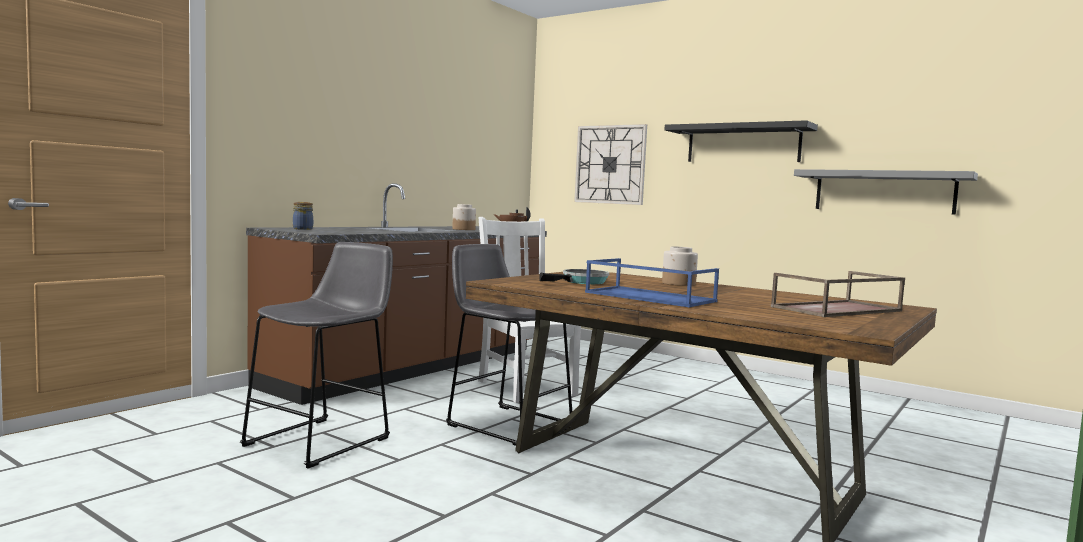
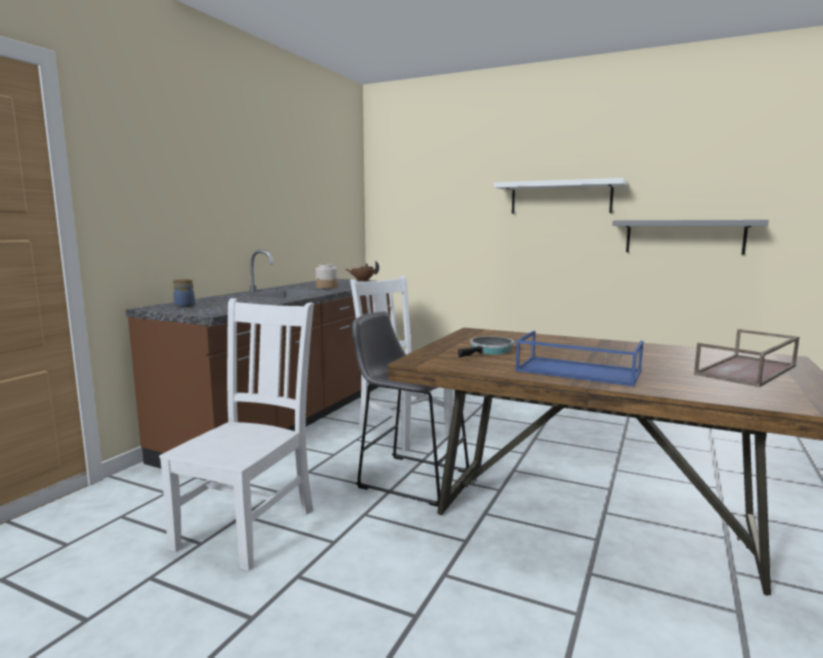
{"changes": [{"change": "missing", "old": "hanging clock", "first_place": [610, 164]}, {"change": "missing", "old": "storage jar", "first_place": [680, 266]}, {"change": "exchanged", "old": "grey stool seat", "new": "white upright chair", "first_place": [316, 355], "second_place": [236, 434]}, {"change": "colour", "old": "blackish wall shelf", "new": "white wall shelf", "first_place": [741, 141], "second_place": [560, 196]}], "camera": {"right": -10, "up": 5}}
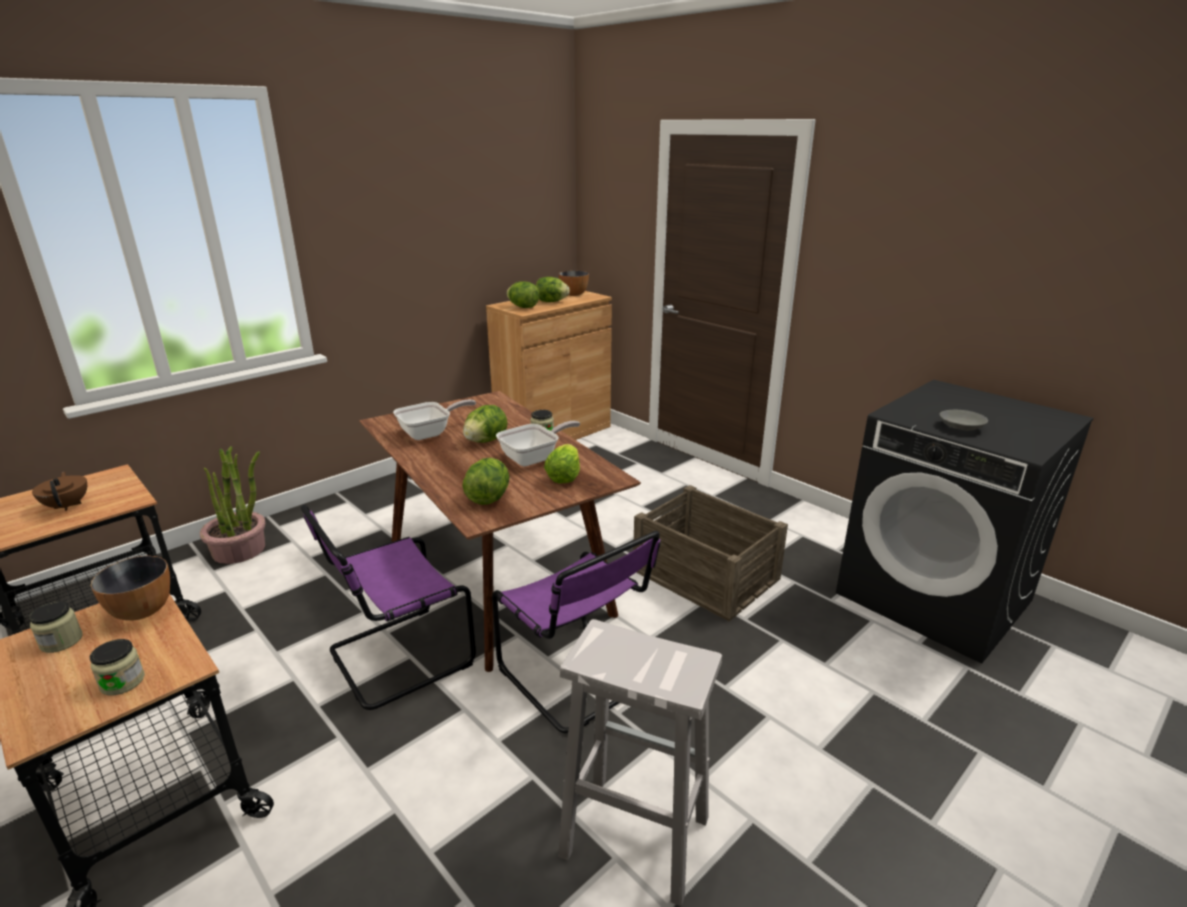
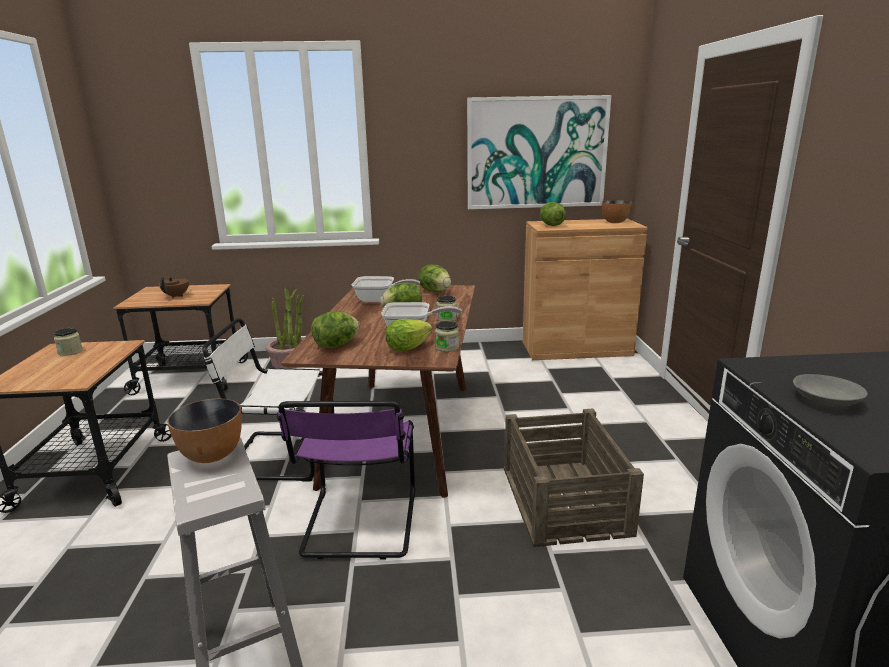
{"changes": [{"change": "appeared", "new": "picture", "second_place": [539, 152]}, {"change": "relocated", "old": "bowl", "first_place": [130, 588], "second_place": [204, 430]}, {"change": "relocated", "old": "storage jar", "first_place": [117, 667], "second_place": [447, 336]}, {"change": "relocated", "old": "lettuce", "first_place": [553, 289], "second_place": [434, 278]}, {"change": "colour", "old": "purple-coloured upright chair", "new": "white upright chair", "first_place": [388, 607], "second_place": [268, 400]}], "camera": {"right": 40, "up": -5}}
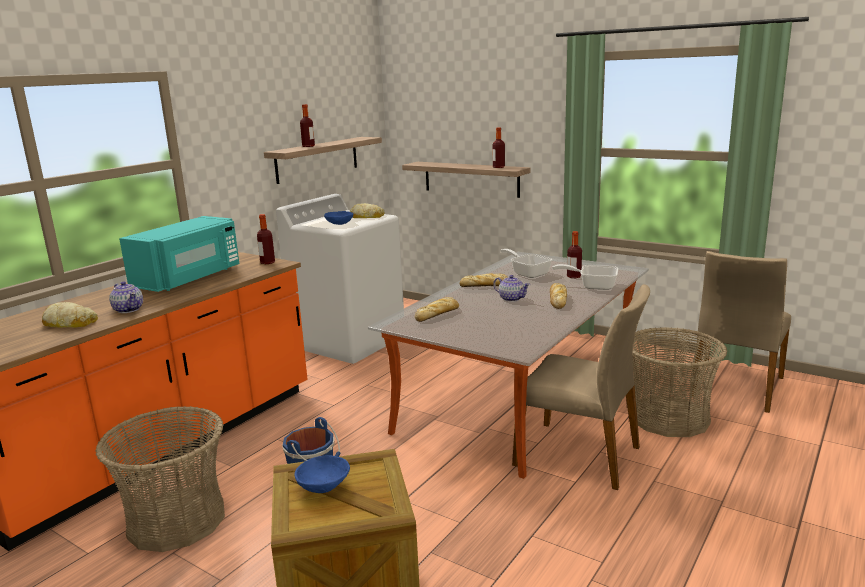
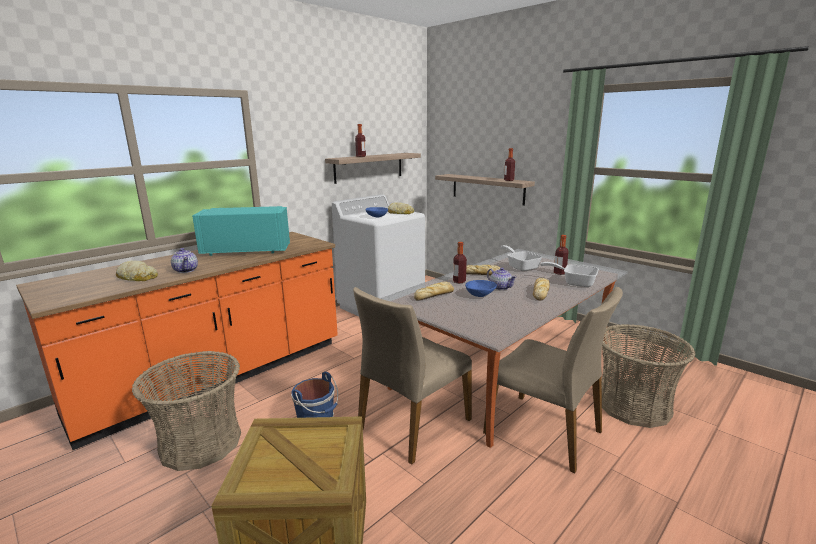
{"changes": [{"change": "relocated", "old": "beverage bottle", "first_place": [266, 239], "second_place": [460, 262]}, {"change": "relocated", "old": "blue-coloured bowl", "first_place": [322, 474], "second_place": [481, 288]}, {"change": "relocated", "old": "sand-coloured upright chair", "first_place": [741, 332], "second_place": [412, 375]}, {"change": "spun", "old": "turquoise microwave oven", "first_place": [179, 254], "second_place": [241, 231], "degrees": -135}], "camera": {"right": 10, "up": 0}}
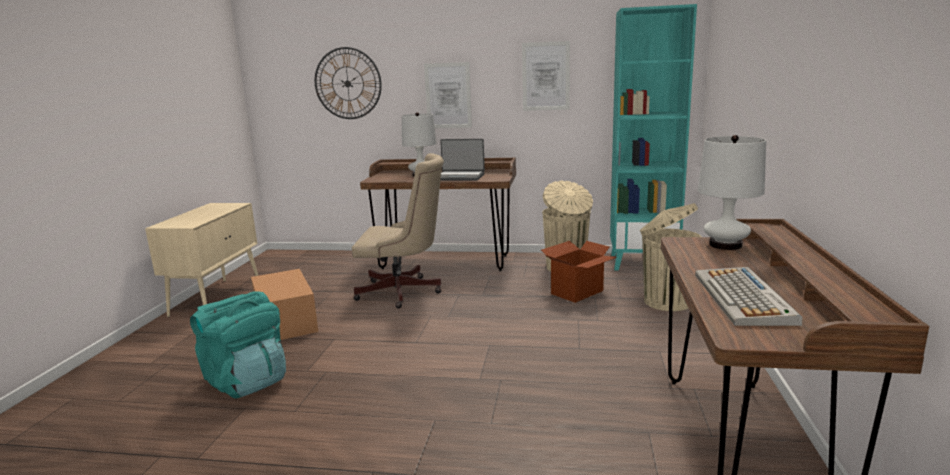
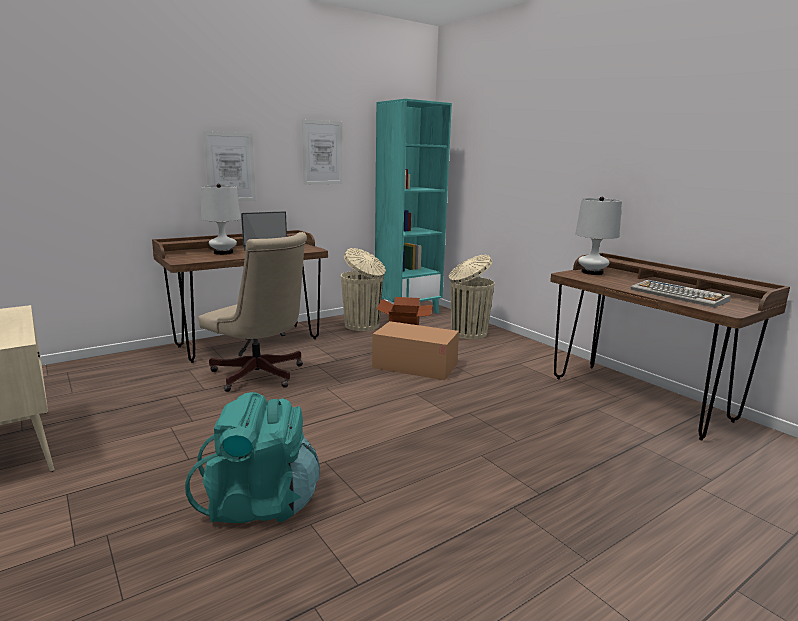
{"changes": [{"change": "missing", "old": "hanging clock", "first_place": [348, 83]}, {"change": "relocated", "old": "cardboard box", "first_place": [284, 304], "second_place": [415, 350]}, {"change": "spun", "old": "sand-coloured computer chair", "first_place": [398, 230], "second_place": [252, 312], "degrees": 75}], "camera": {"right": -45, "up": 0}}
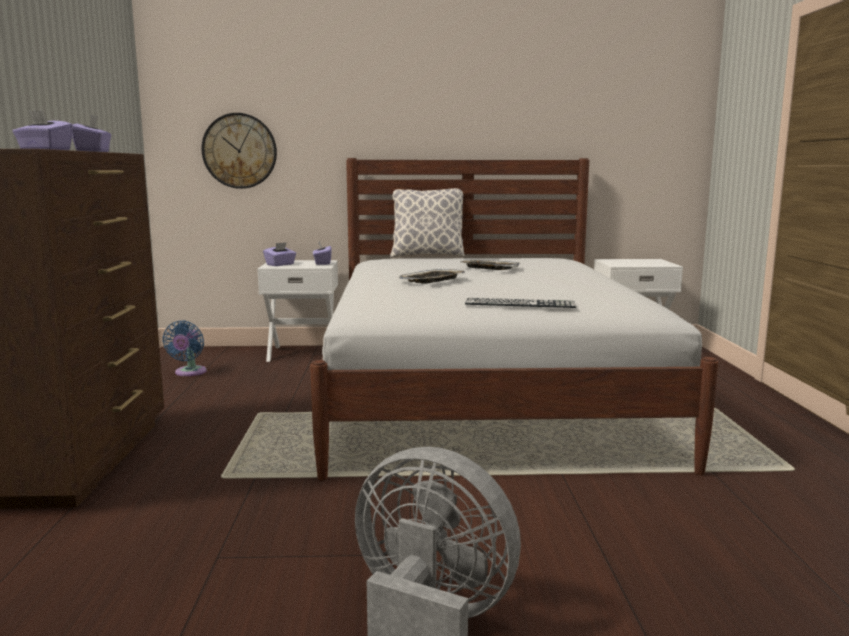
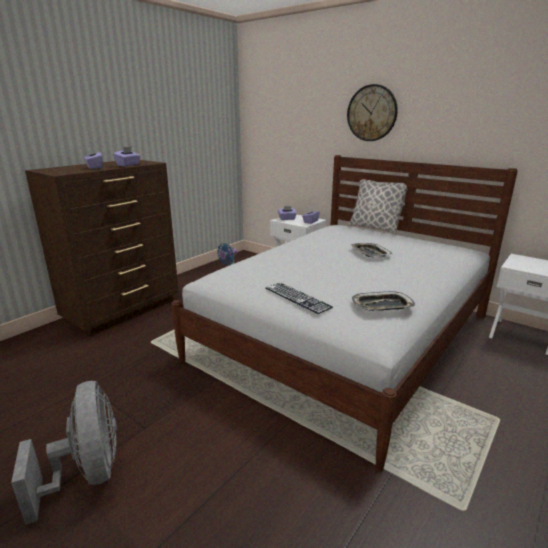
{"changes": [{"change": "relocated", "old": "hanging clock", "first_place": [239, 151], "second_place": [372, 112]}, {"change": "relocated", "old": "carrying tray", "first_place": [432, 276], "second_place": [383, 301]}], "camera": {"right": 40, "up": 10}}
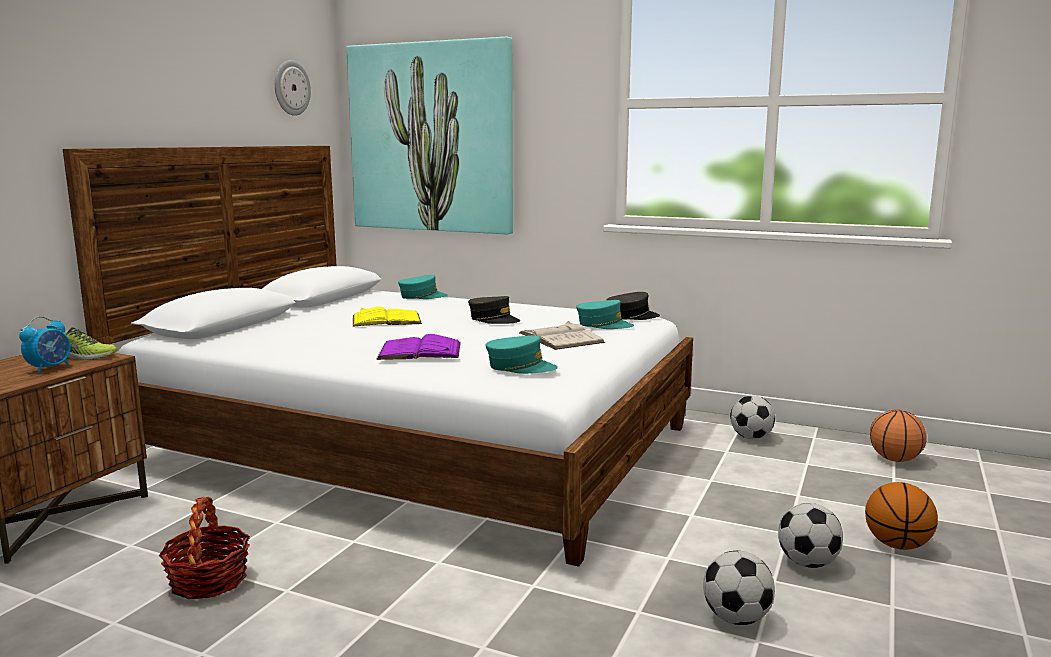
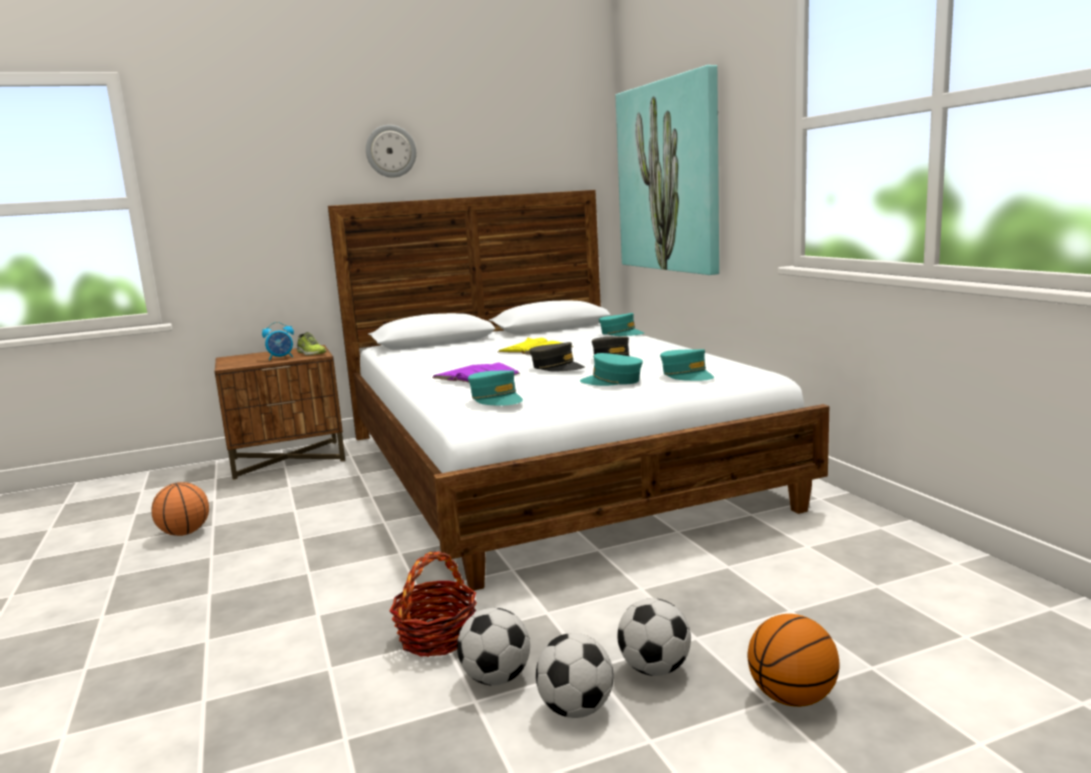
{"changes": [{"change": "relocated", "old": "basket", "first_place": [204, 548], "second_place": [433, 604]}, {"change": "relocated", "old": "hanging clock", "first_place": [293, 88], "second_place": [391, 151]}, {"change": "relocated", "old": "grey baseball cap", "first_place": [633, 306], "second_place": [556, 356]}, {"change": "relocated", "old": "football", "first_place": [752, 417], "second_place": [575, 675]}, {"change": "relocated", "old": "basketball", "first_place": [898, 436], "second_place": [180, 509]}, {"change": "exchanged", "old": "white book", "new": "turquoise baseball cap", "first_place": [562, 335], "second_place": [611, 369]}], "camera": {"right": 45, "up": 0}}
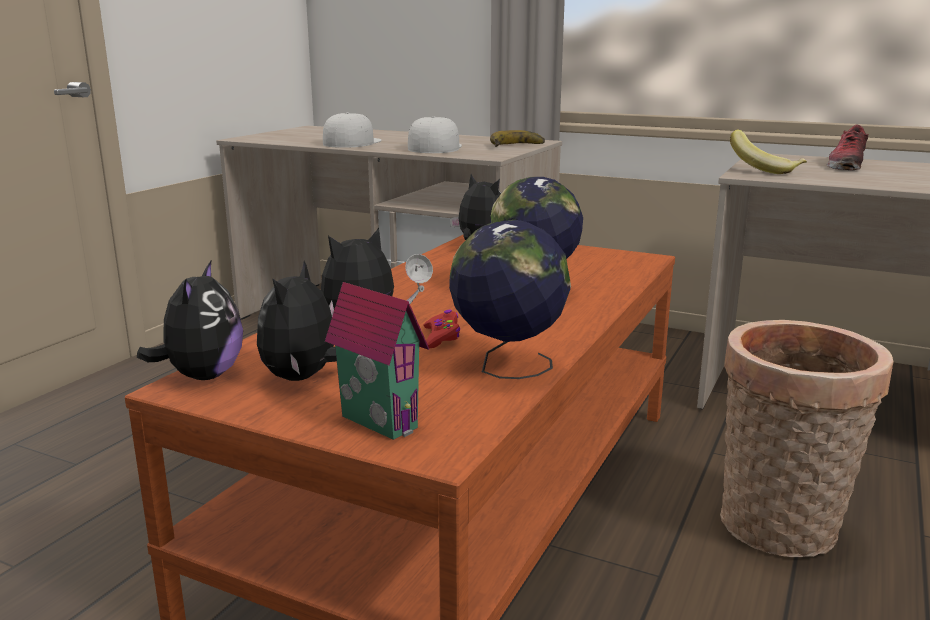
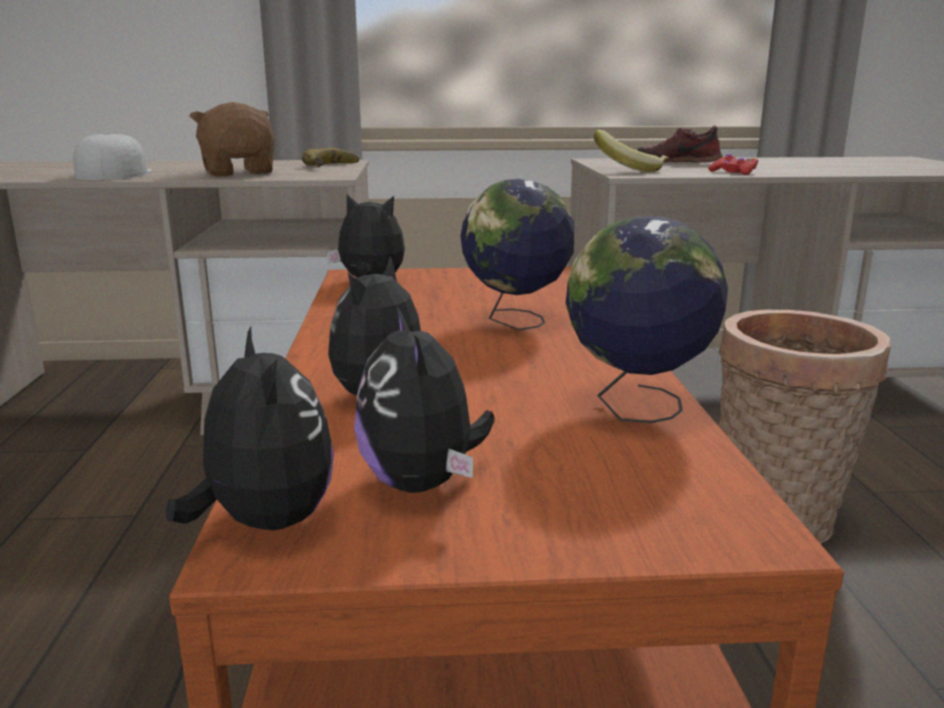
{"changes": [{"change": "missing", "old": "toy house", "first_place": [379, 347]}, {"change": "relocated", "old": "red gamepad", "first_place": [441, 328], "second_place": [733, 164]}, {"change": "exchanged", "old": "white baseball cap", "new": "brownish plush toy", "first_place": [435, 134], "second_place": [232, 139]}, {"change": "spun", "old": "low shoe", "first_place": [847, 147], "second_place": [680, 144], "degrees": 105}], "camera": {"right": -30, "up": 0}}
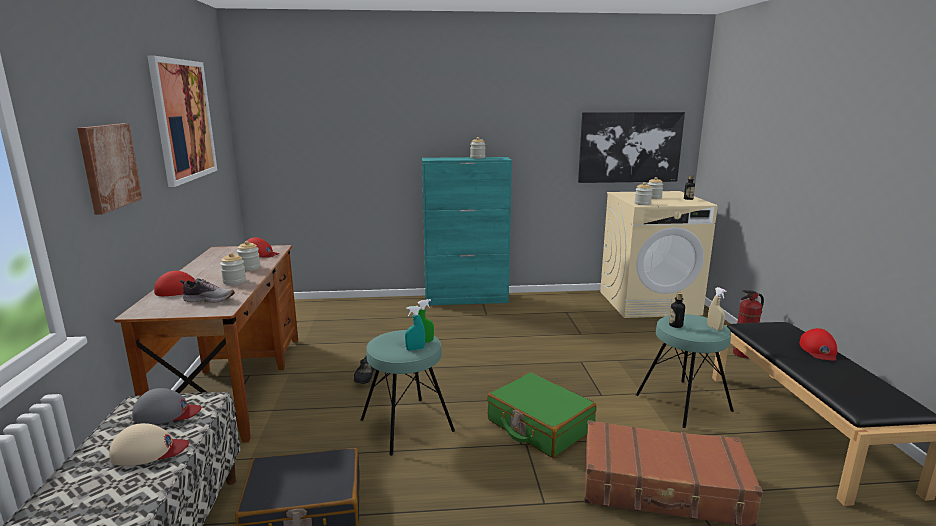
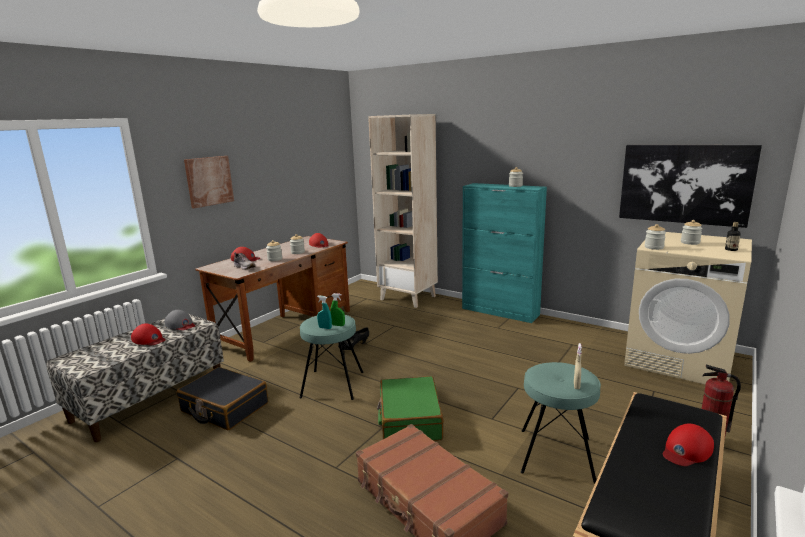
{"changes": [{"change": "missing", "old": "picture", "first_place": [182, 121]}, {"change": "missing", "old": "beverage bottle", "first_place": [677, 310]}, {"change": "appeared", "new": "sand-coloured bookcase", "second_place": [403, 211]}, {"change": "colour", "old": "sand-coloured baseball cap", "new": "red baseball cap", "first_place": [149, 444], "second_place": [148, 334]}], "camera": {"right": 40, "up": 0}}
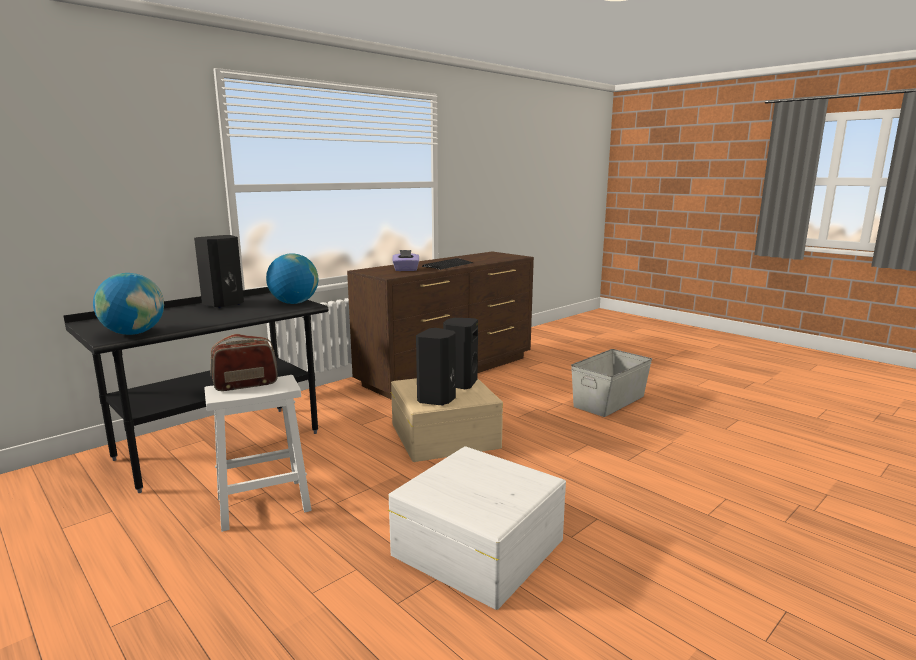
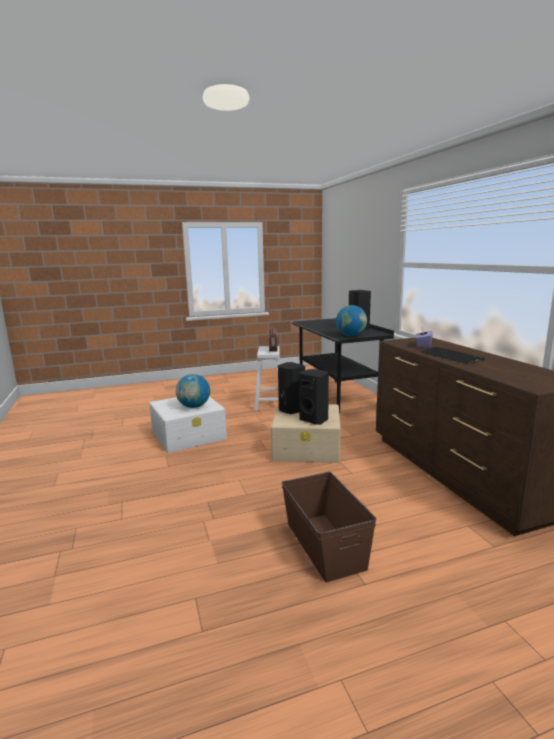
{"changes": [{"change": "relocated", "old": "world globe", "first_place": [128, 304], "second_place": [193, 391]}, {"change": "colour", "old": "grey storage bin", "new": "brownish storage bin", "first_place": [611, 383], "second_place": [328, 527]}], "camera": {"right": 115, "up": 0}}
